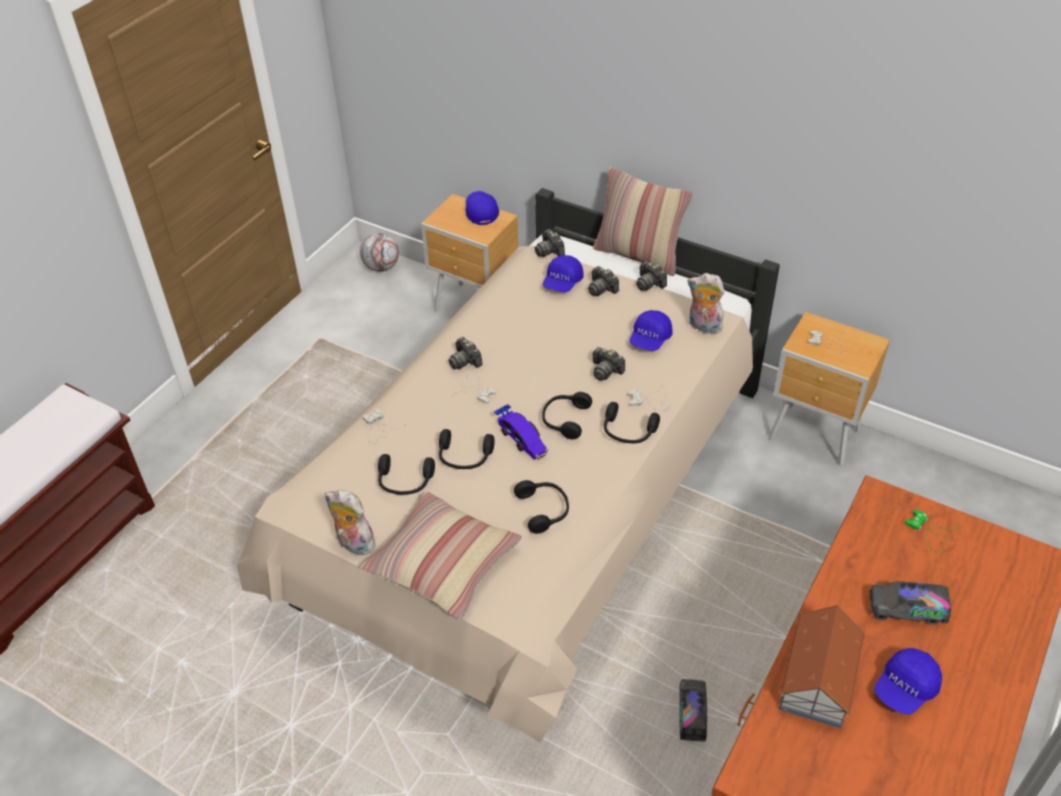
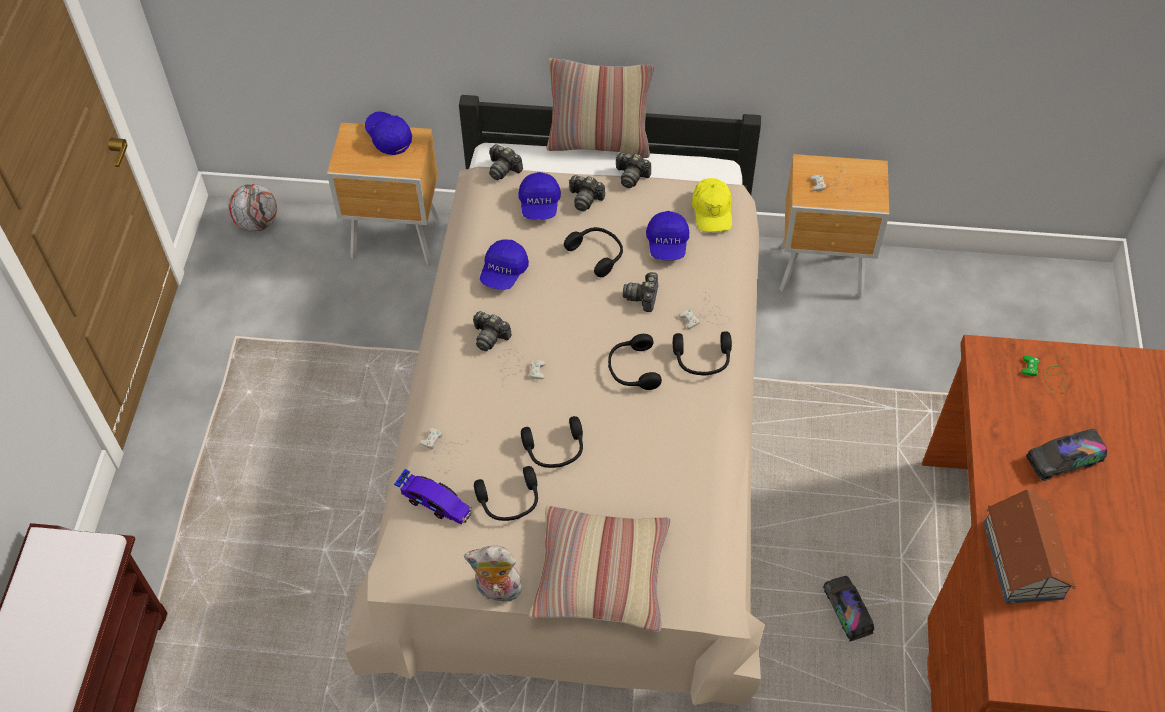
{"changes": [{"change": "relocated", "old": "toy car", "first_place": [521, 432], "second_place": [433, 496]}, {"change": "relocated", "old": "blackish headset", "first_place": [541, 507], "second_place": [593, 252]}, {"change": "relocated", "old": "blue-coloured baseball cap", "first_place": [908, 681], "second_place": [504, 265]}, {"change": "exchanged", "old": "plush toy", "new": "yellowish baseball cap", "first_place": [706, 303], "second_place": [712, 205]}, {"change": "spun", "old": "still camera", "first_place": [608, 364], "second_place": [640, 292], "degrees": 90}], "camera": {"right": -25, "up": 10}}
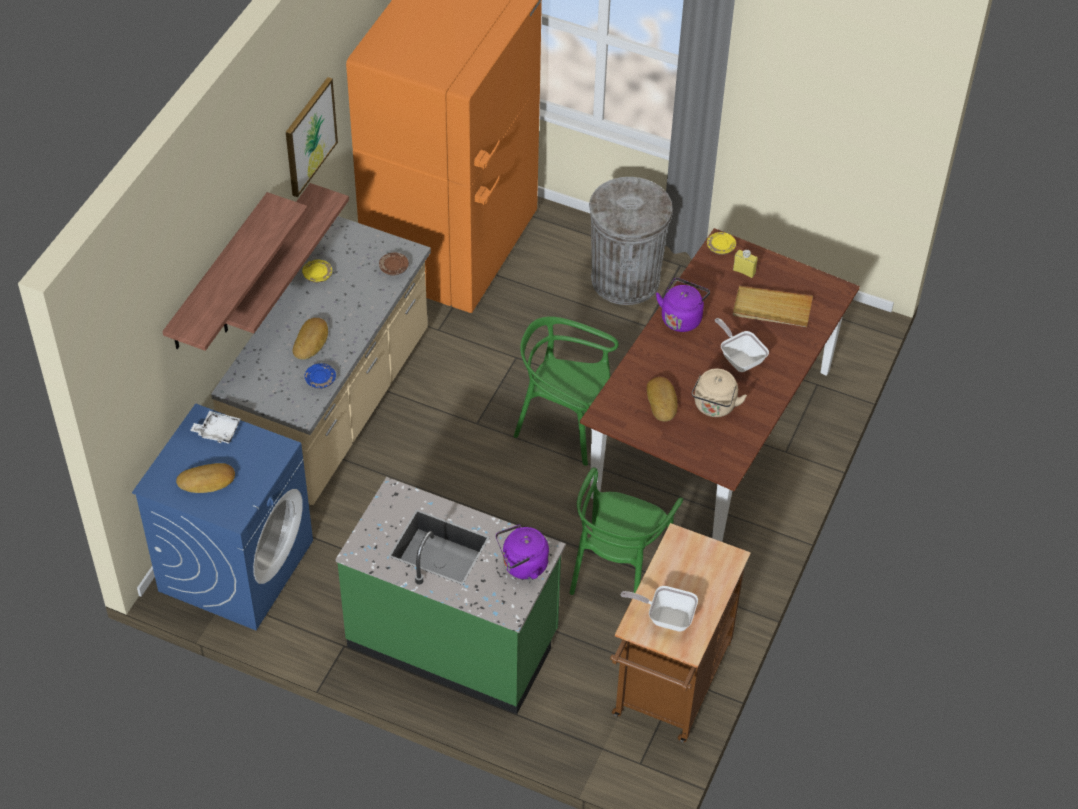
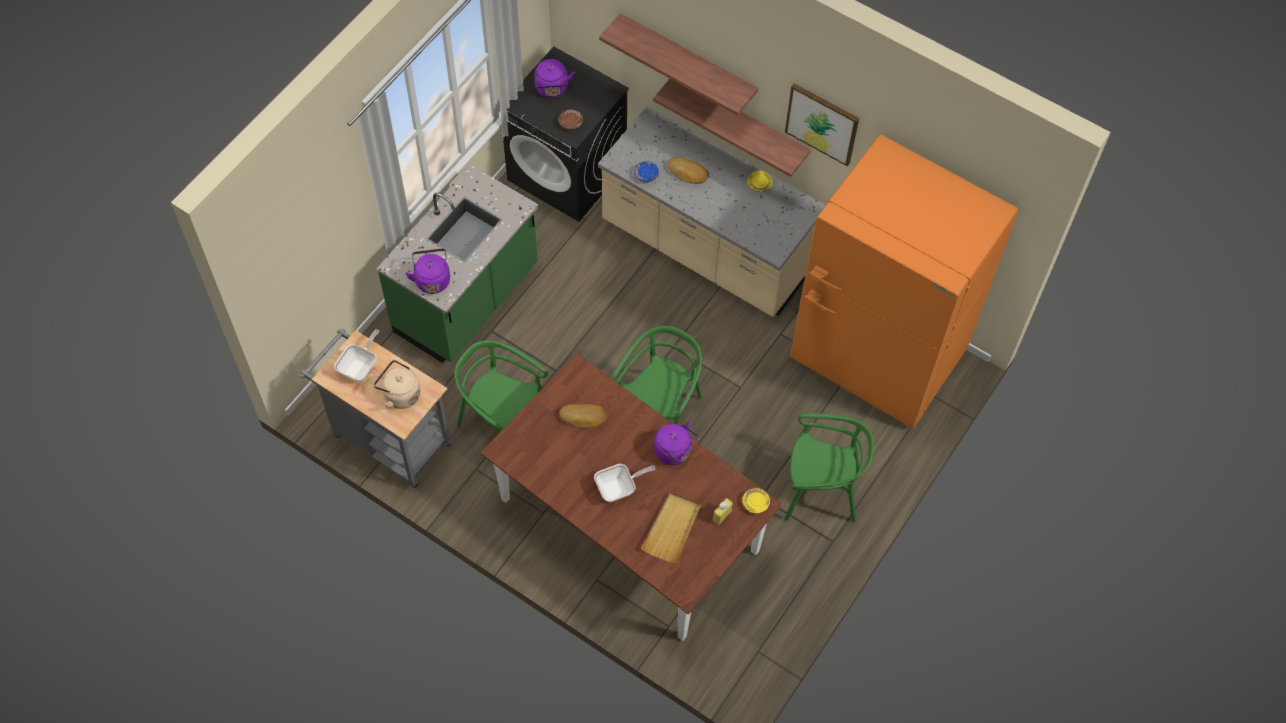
{"changes": [{"change": "missing", "old": "white carrying tray", "first_place": [215, 427]}, {"change": "relocated", "old": "brownish dinner plate", "first_place": [394, 264], "second_place": [571, 119]}, {"change": "relocated", "old": "sand-coloured kettle", "first_place": [719, 393], "second_place": [397, 384]}, {"change": "exchanged", "old": "bakery bread", "new": "purple-coloured kettle", "first_place": [205, 478], "second_place": [554, 78]}, {"change": "exchanged", "old": "grey trash can", "new": "green-coloured upright chair", "first_place": [631, 241], "second_place": [829, 467]}, {"change": "colour", "old": "blue-coloured washing machine", "new": "blackish washing machine", "first_place": [222, 516], "second_place": [566, 134]}, {"change": "colour", "old": "brownish wheeled cart", "new": "grey wheeled cart", "first_place": [680, 633], "second_place": [376, 409]}], "camera": {"right": 100, "up": 10}}
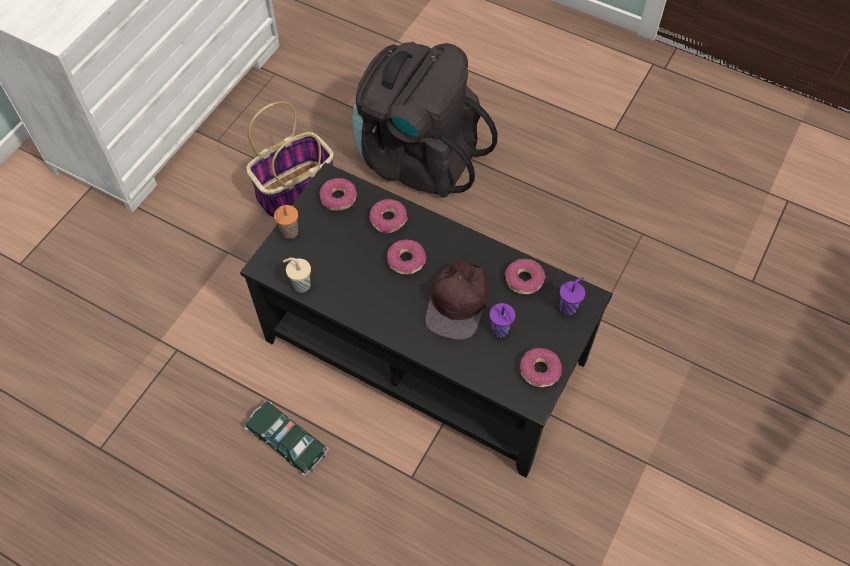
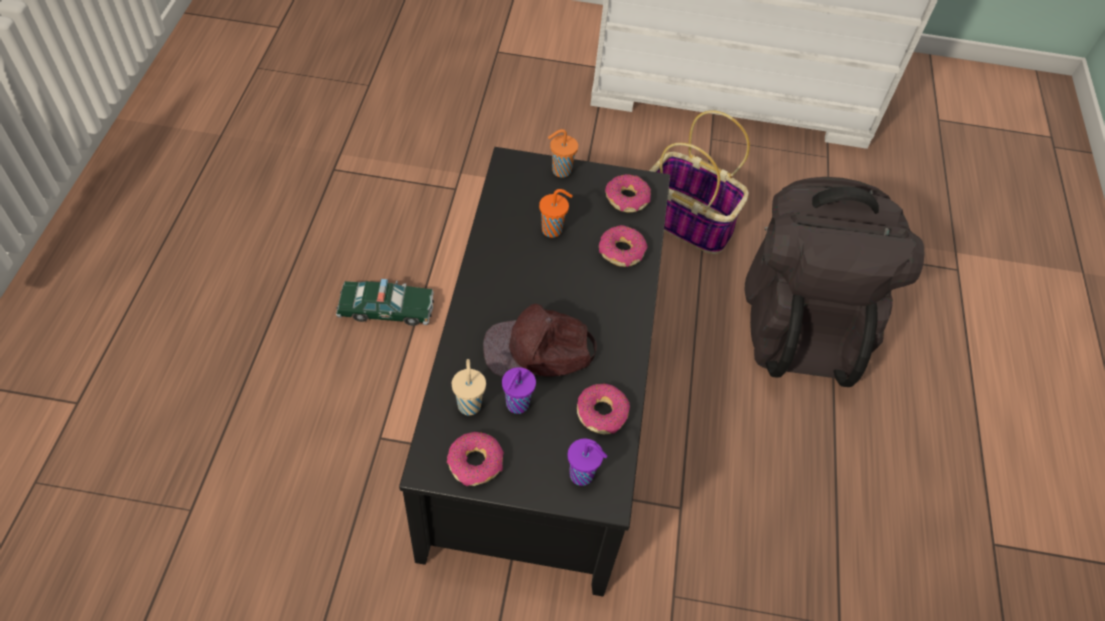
{"changes": [{"change": "missing", "old": "doughnut", "first_place": [406, 257]}, {"change": "appeared", "new": "orange-coloured cup", "second_place": [556, 213]}, {"change": "relocated", "old": "sand-coloured cup", "first_place": [297, 275], "second_place": [469, 387]}, {"change": "spun", "old": "toy car", "first_place": [286, 438], "second_place": [385, 302], "degrees": 75}], "camera": {"right": 65, "up": -5}}
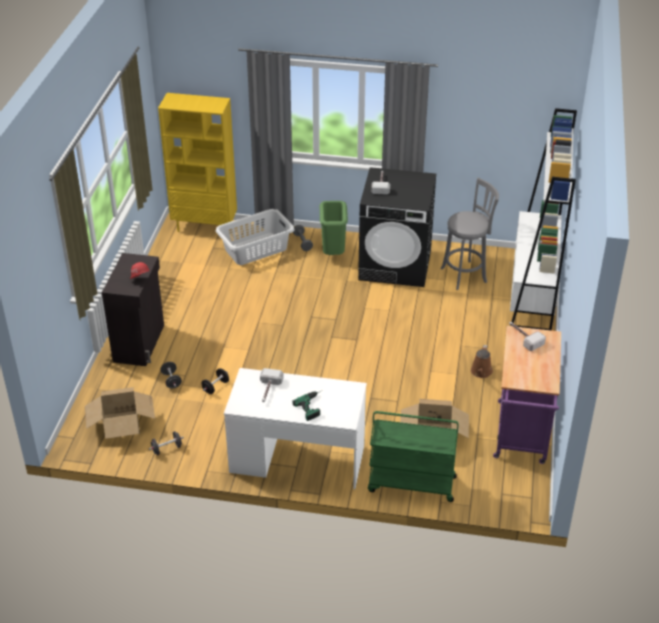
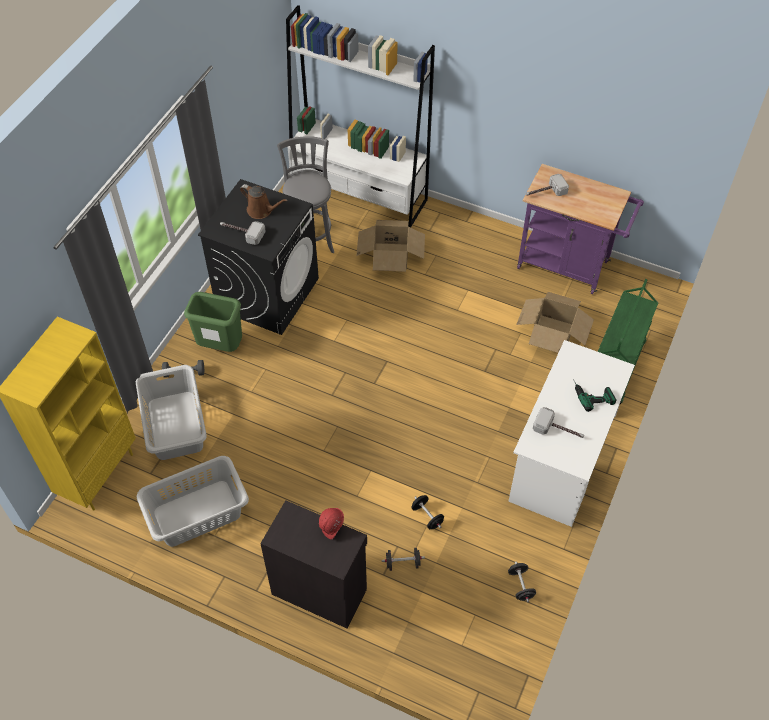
{"changes": [{"change": "appeared", "new": "grey washing basket", "second_place": [193, 501]}, {"change": "relocated", "old": "cardboard box", "first_place": [120, 413], "second_place": [390, 246]}, {"change": "relocated", "old": "brownish watering can", "first_place": [482, 361], "second_place": [263, 201]}], "camera": {"right": -75, "up": 15}}
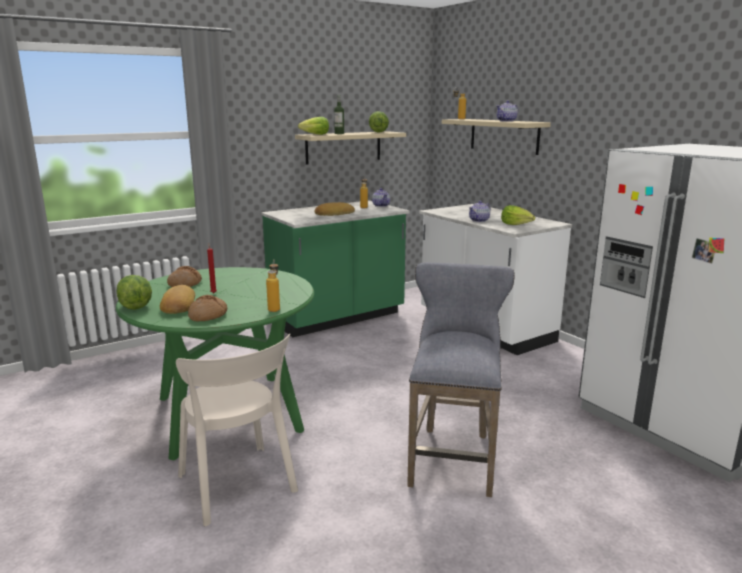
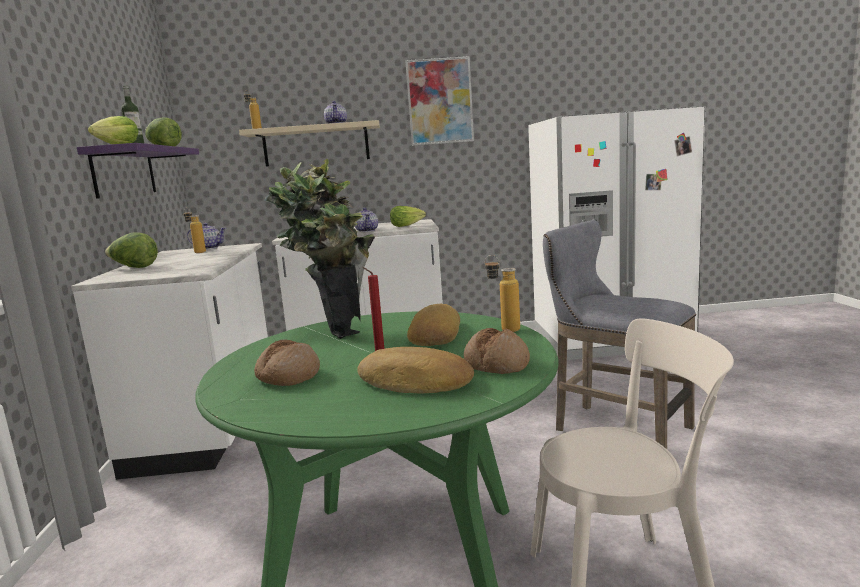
{"changes": [{"change": "appeared", "new": "potted plant", "second_place": [319, 249]}, {"change": "appeared", "new": "picture", "second_place": [439, 101]}, {"change": "relocated", "old": "lettuce", "first_place": [134, 292], "second_place": [131, 250]}, {"change": "relocated", "old": "bakery bread", "first_place": [334, 209], "second_place": [433, 325]}, {"change": "colour", "old": "green-coloured counter", "new": "white counter", "first_place": [335, 268], "second_place": [169, 361]}, {"change": "colour", "old": "sand-coloured wall shelf", "new": "purple-coloured wall shelf", "first_place": [350, 148], "second_place": [138, 171]}], "camera": {"right": -60, "up": -5}}
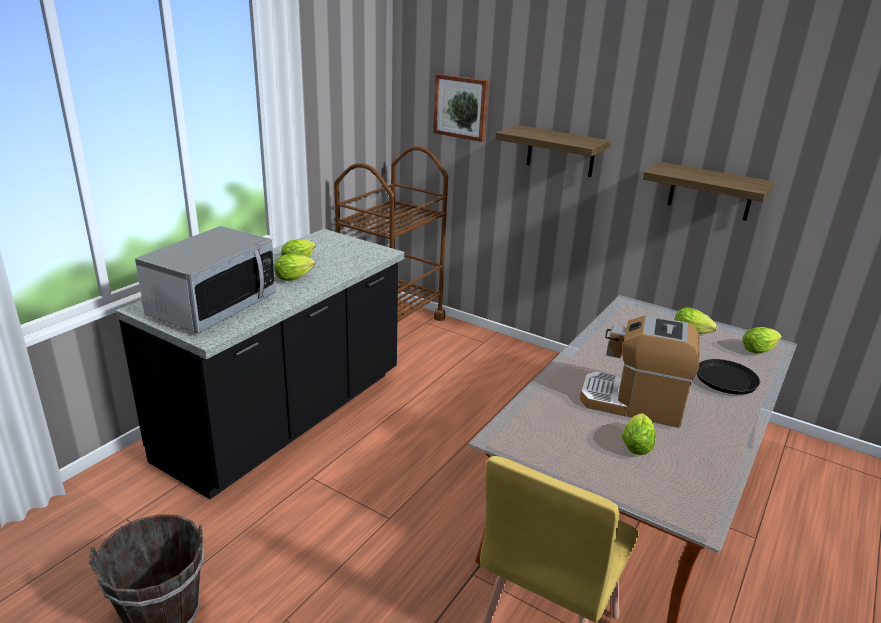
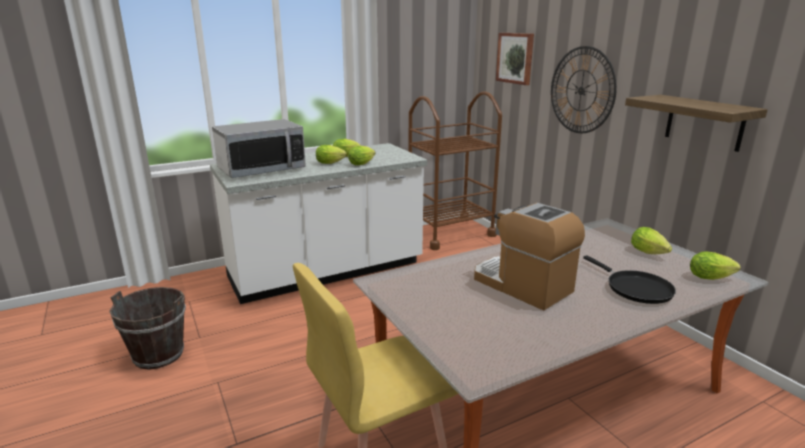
{"changes": [{"change": "relocated", "old": "lettuce", "first_place": [639, 434], "second_place": [362, 155]}, {"change": "exchanged", "old": "wall shelf", "new": "hanging clock", "first_place": [553, 151], "second_place": [584, 89]}, {"change": "colour", "old": "blackish counter", "new": "white counter", "first_place": [260, 364], "second_place": [318, 223]}], "camera": {"right": 30, "up": -5}}
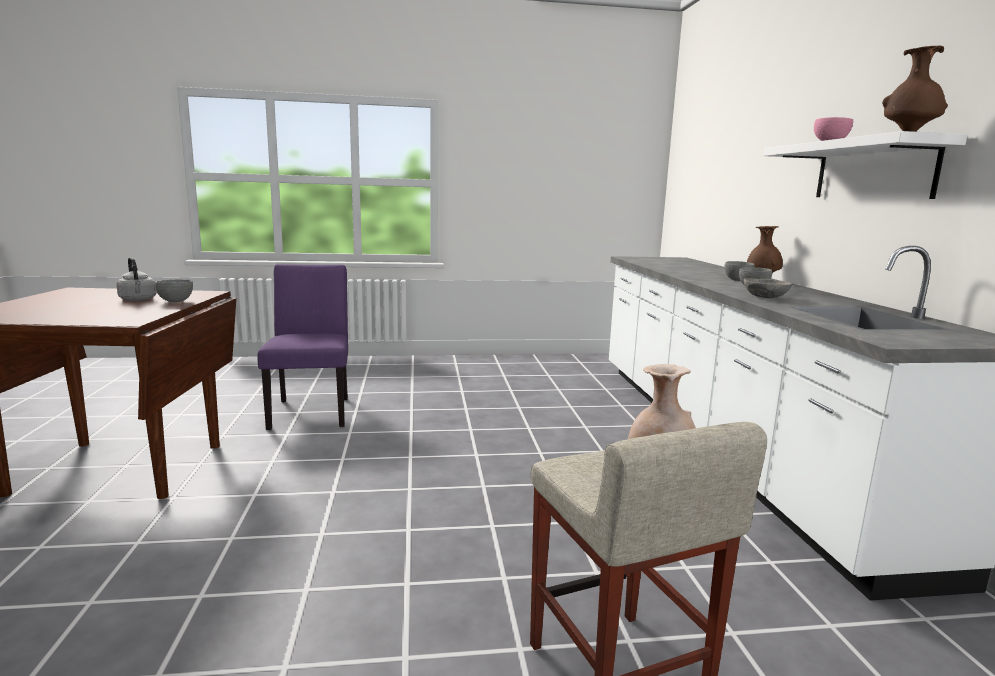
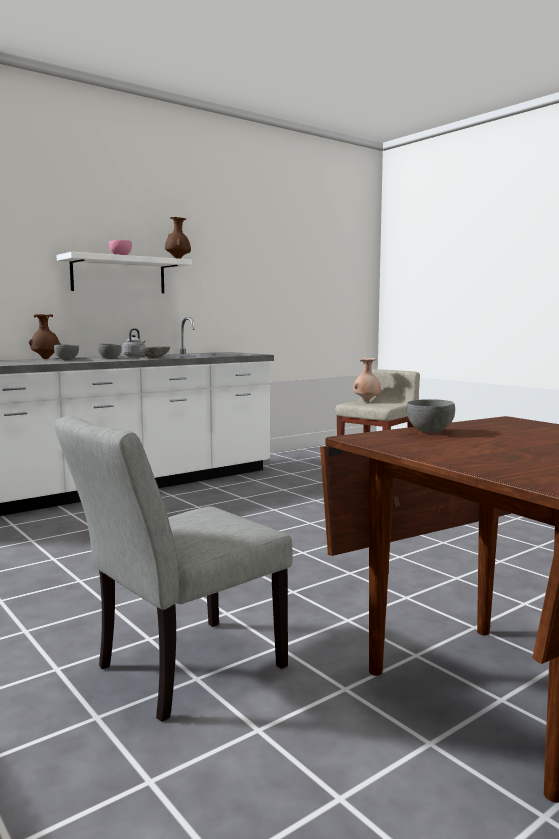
{"changes": [{"change": "relocated", "old": "grey kettle", "first_place": [136, 279], "second_place": [133, 342]}, {"change": "colour", "old": "purple-coloured upright chair", "new": "grey upright chair", "first_place": [303, 347], "second_place": [173, 569]}], "camera": {"right": -120, "up": -5}}
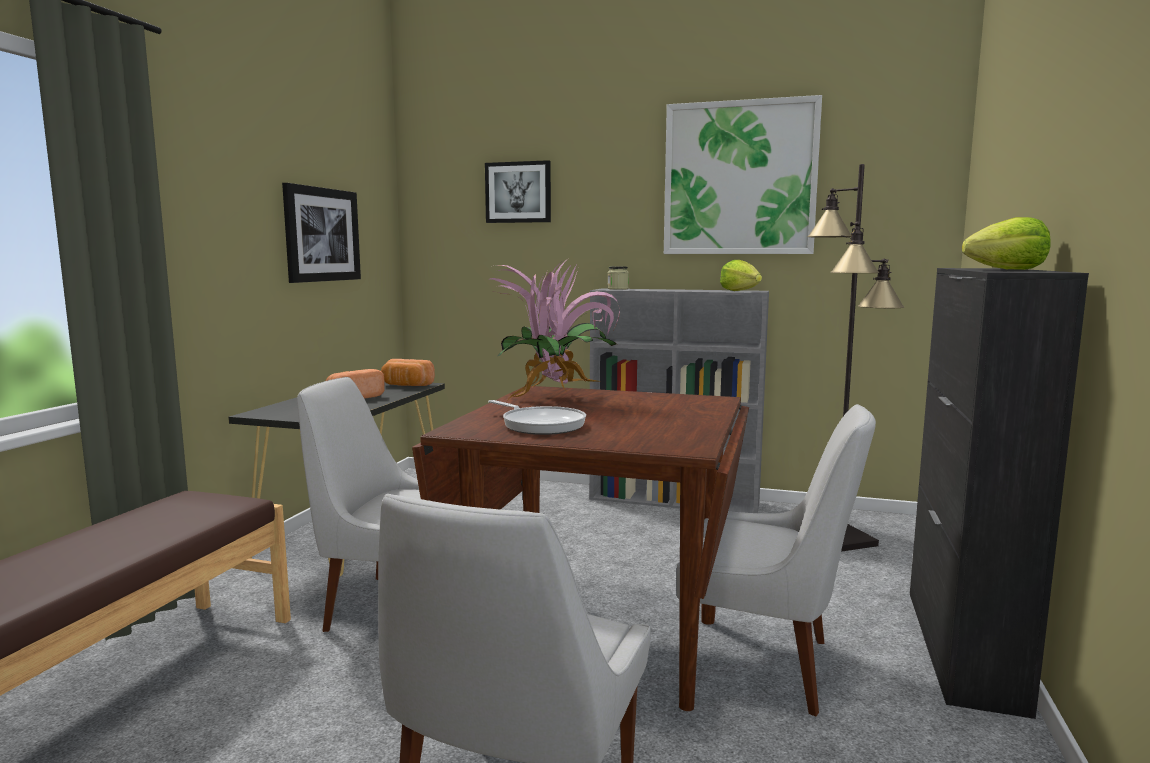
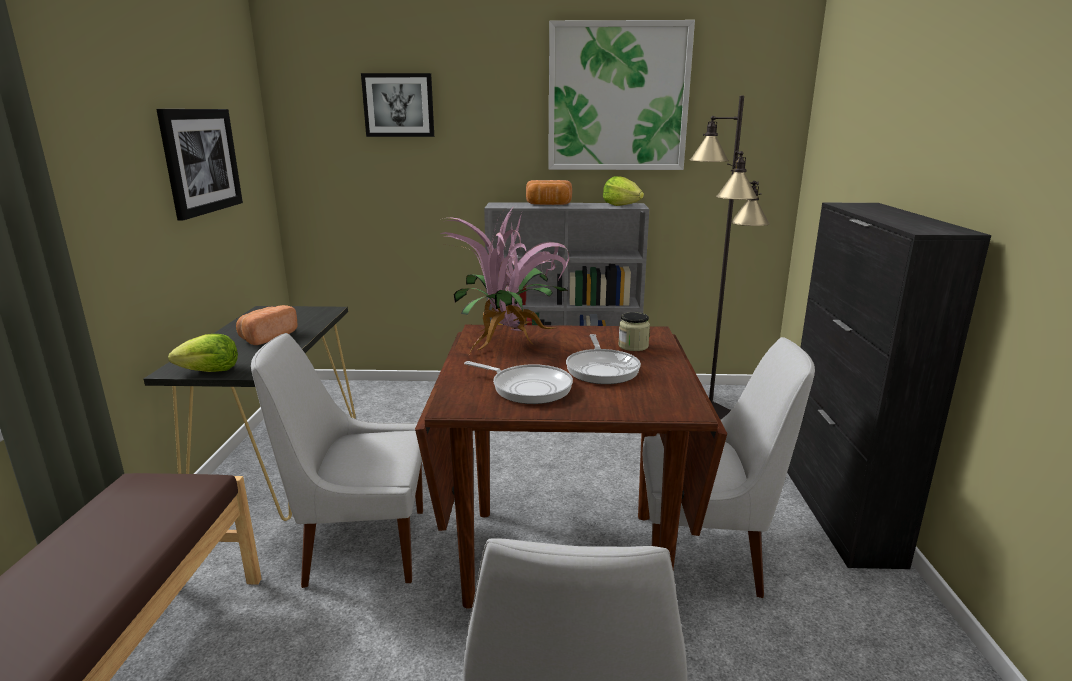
{"changes": [{"change": "appeared", "new": "skillet", "second_place": [603, 359]}, {"change": "relocated", "old": "bakery bread", "first_place": [408, 372], "second_place": [549, 192]}, {"change": "relocated", "old": "storage jar", "first_place": [618, 278], "second_place": [634, 331]}, {"change": "relocated", "old": "lettuce", "first_place": [1006, 243], "second_place": [203, 353]}], "camera": {"right": -15, "up": 10}}
